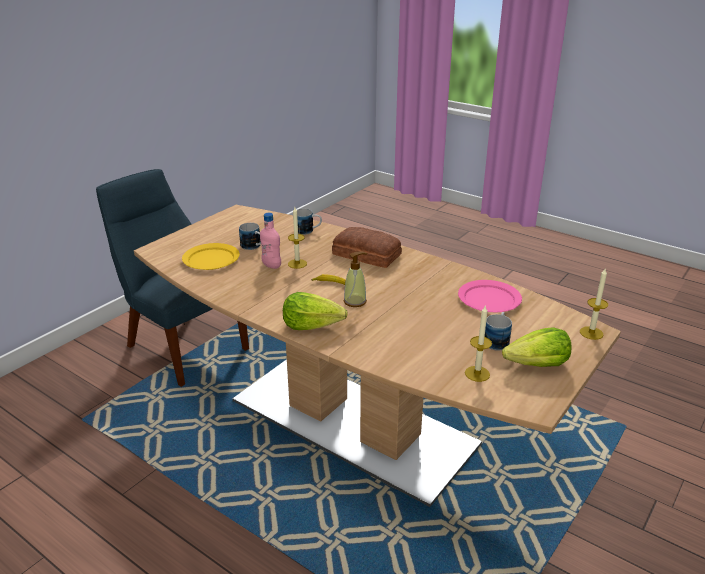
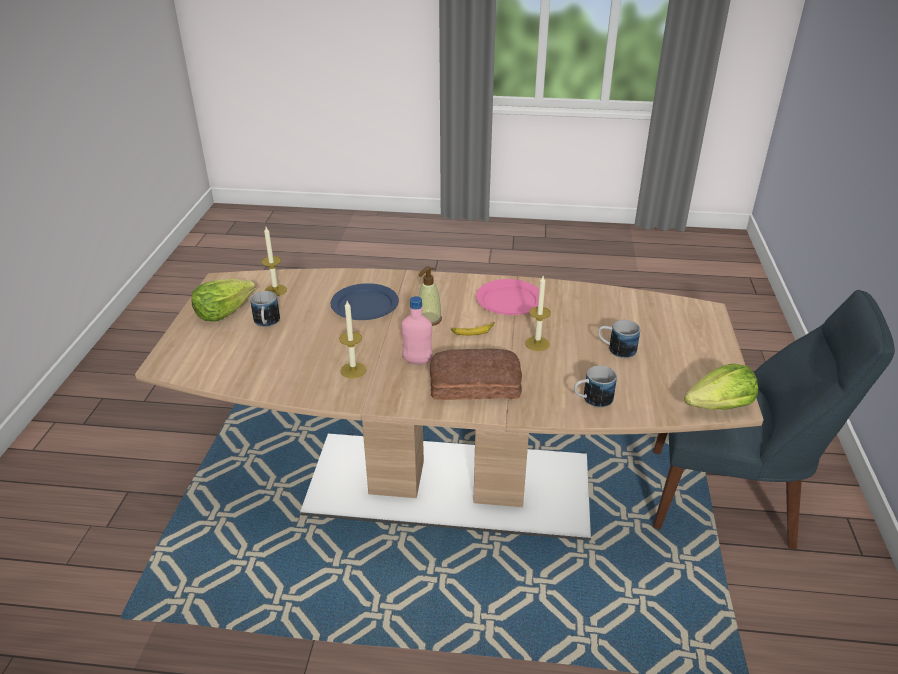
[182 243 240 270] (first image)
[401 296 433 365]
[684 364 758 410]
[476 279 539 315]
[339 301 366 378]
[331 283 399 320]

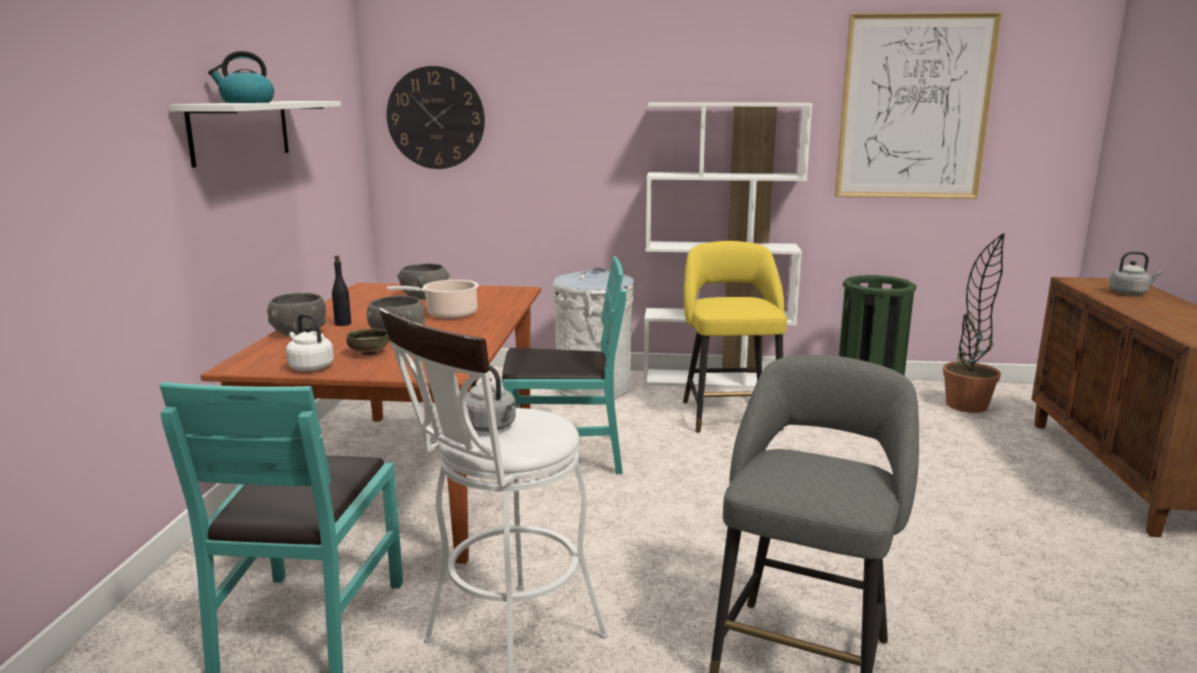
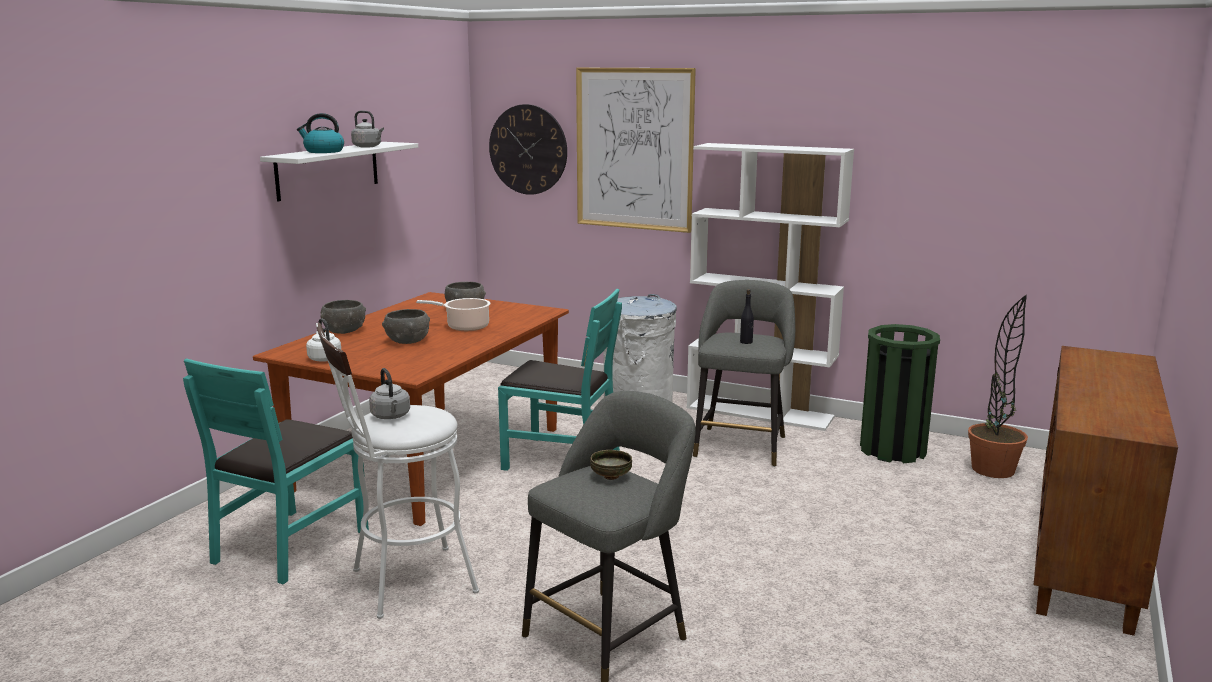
[740 289 754 344]
[590 450 632 480]
[693 280 795 467]
[576 68 696 233]
[351 110 384 148]

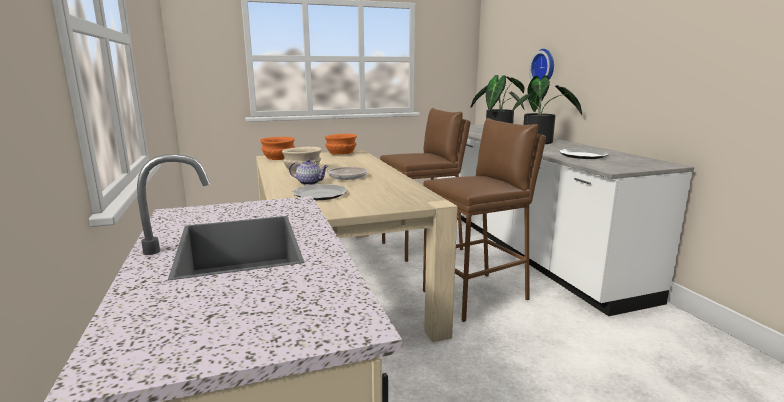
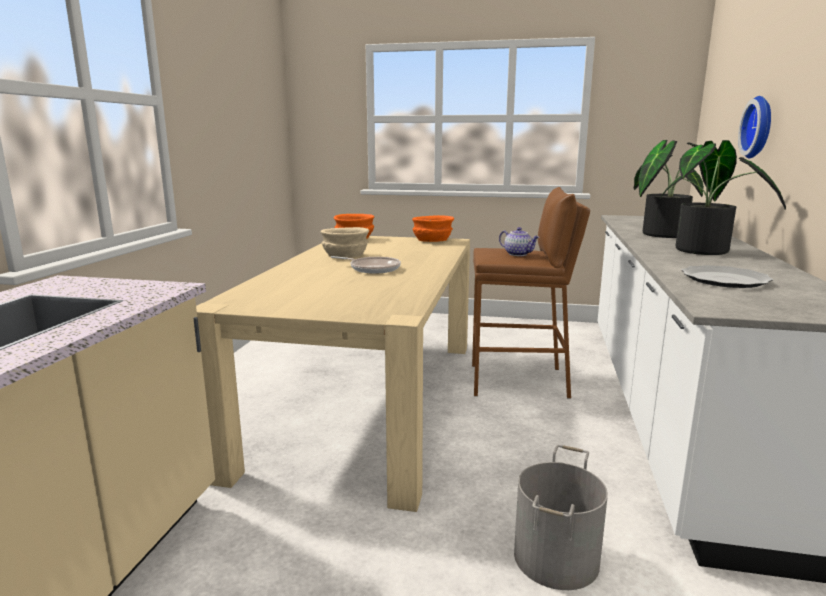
[499 227 539 256]
[293 184 348 200] (first image)
[423 118 546 322] (first image)
[514 445 608 590]

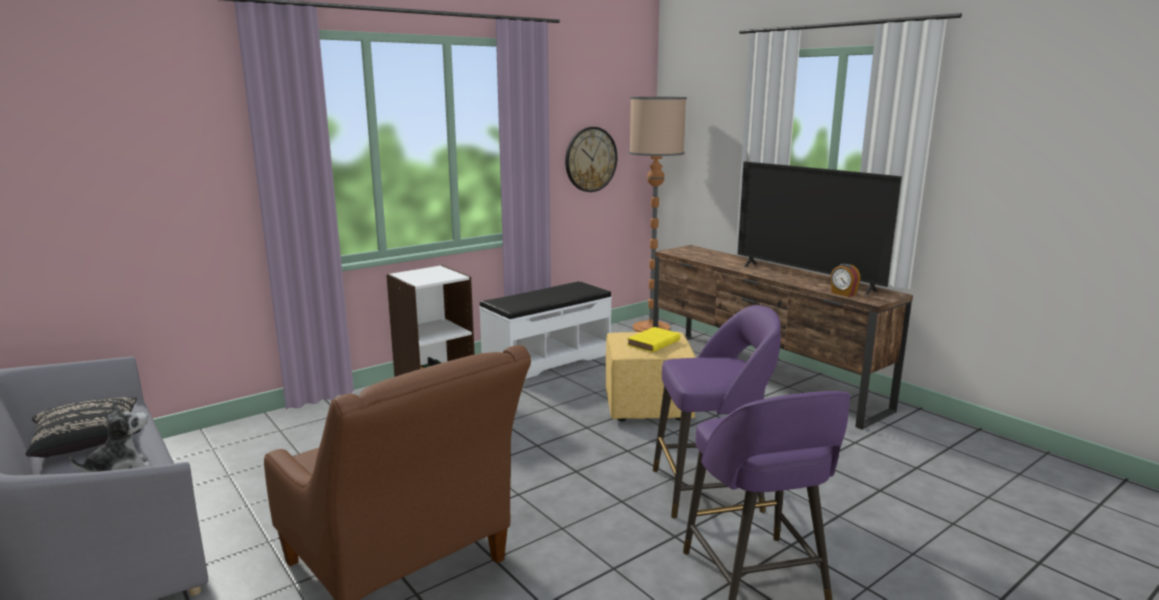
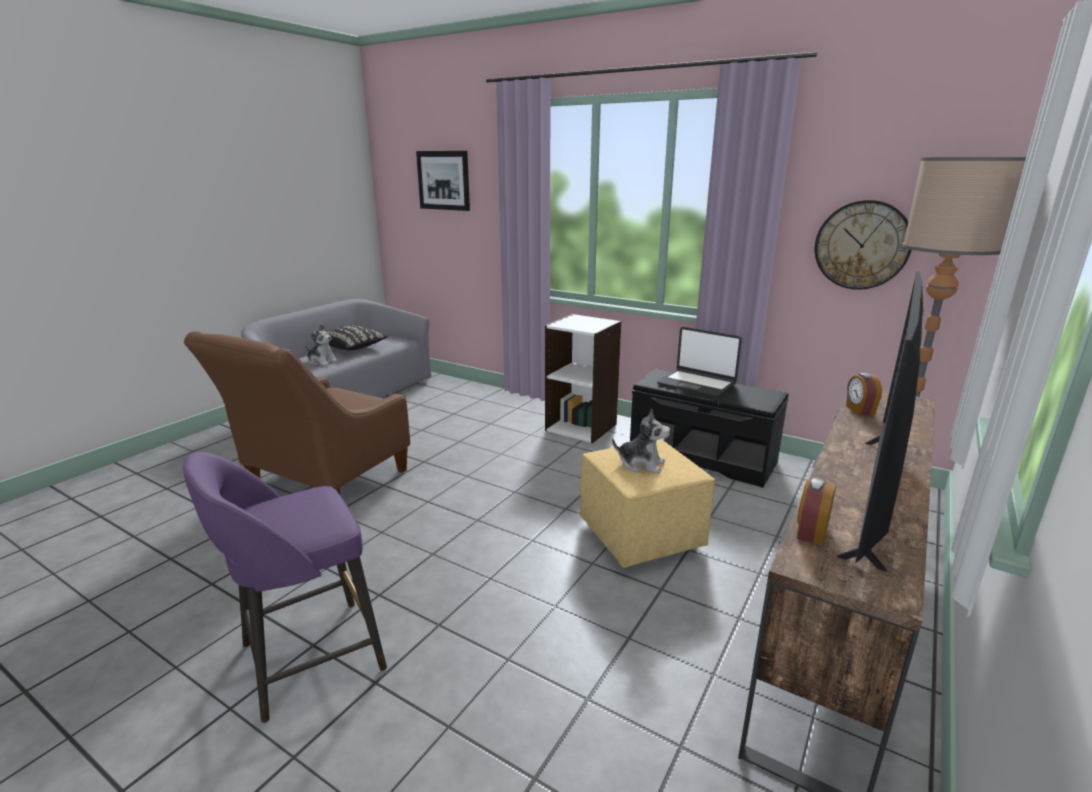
[630 369 789 488]
[612 409 670 473]
[653 305 781 519] (first image)
[416 151 470 211]
[657 327 742 397]
[846 373 882 416]

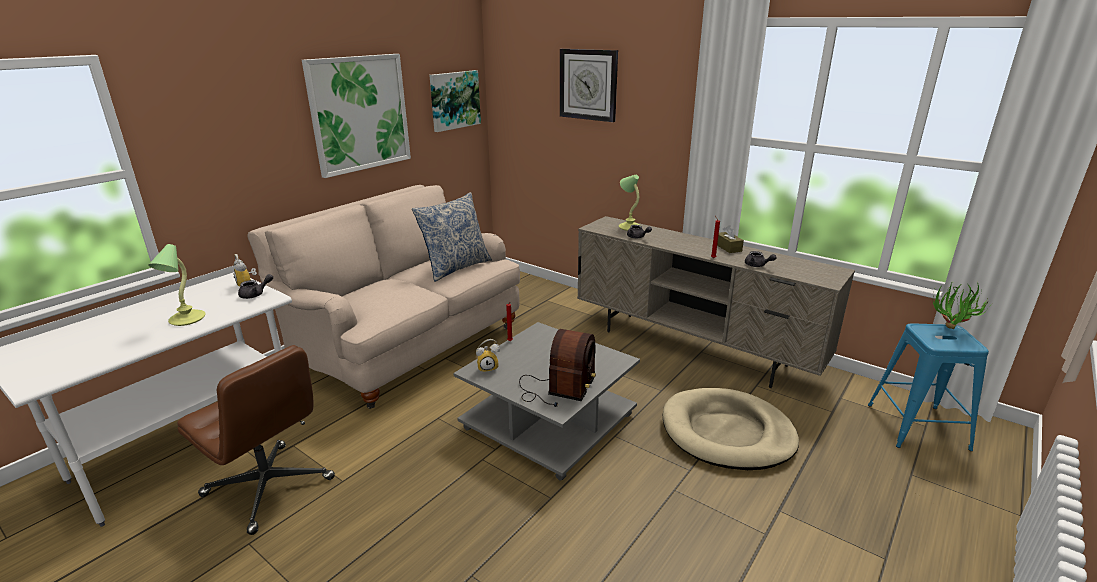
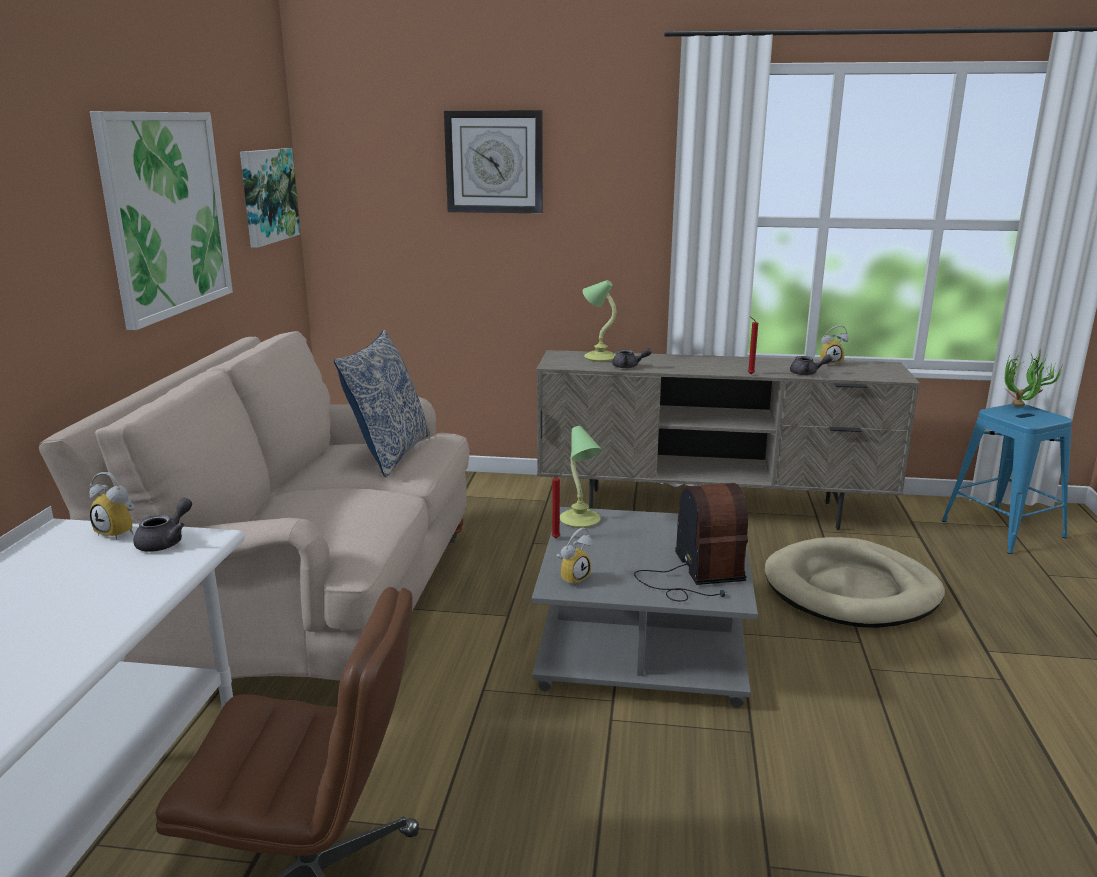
[560 426 602 528]
[717 225 744 253] (first image)
[820 325 849 365]

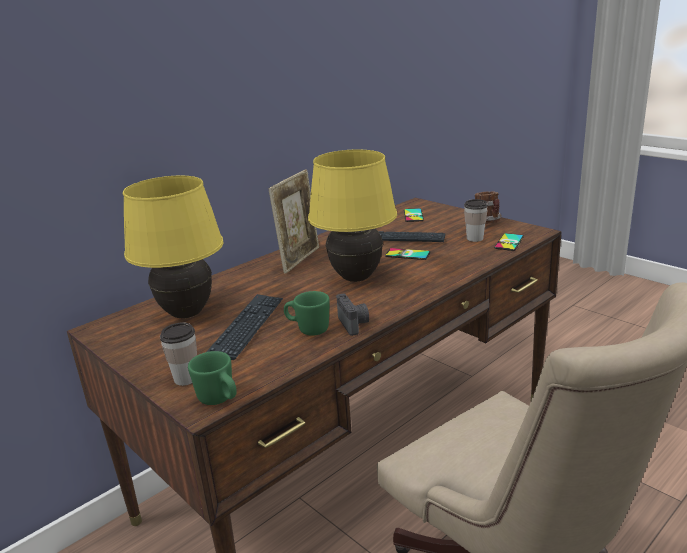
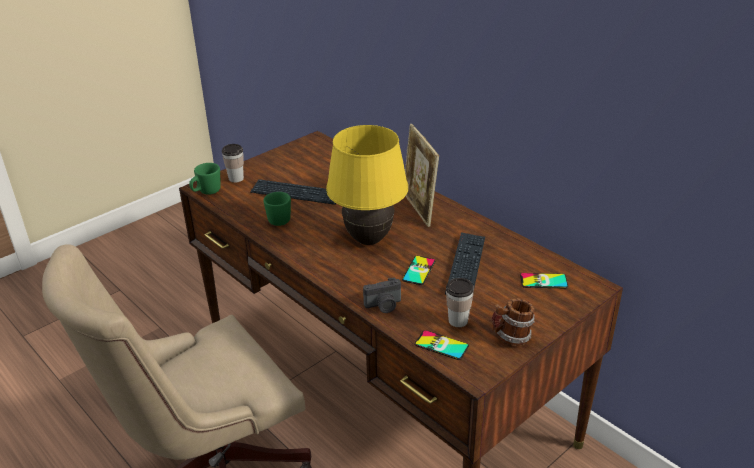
[123 175 224 318] (first image)
[405 124 439 227]
[363 278 401 313]

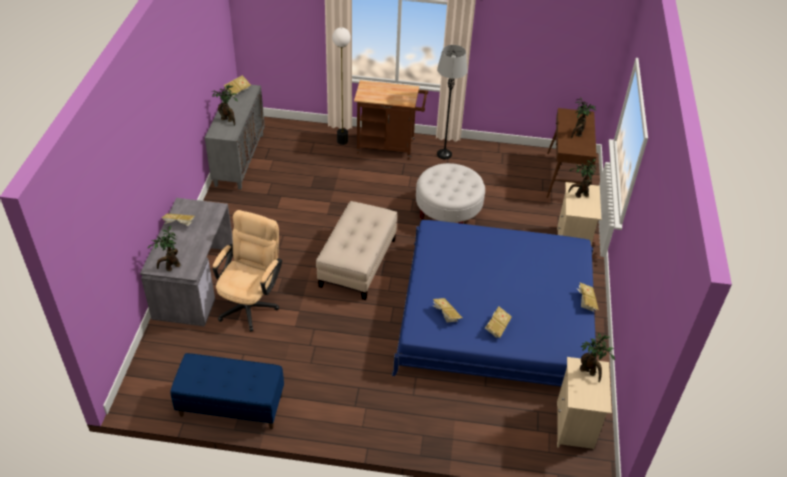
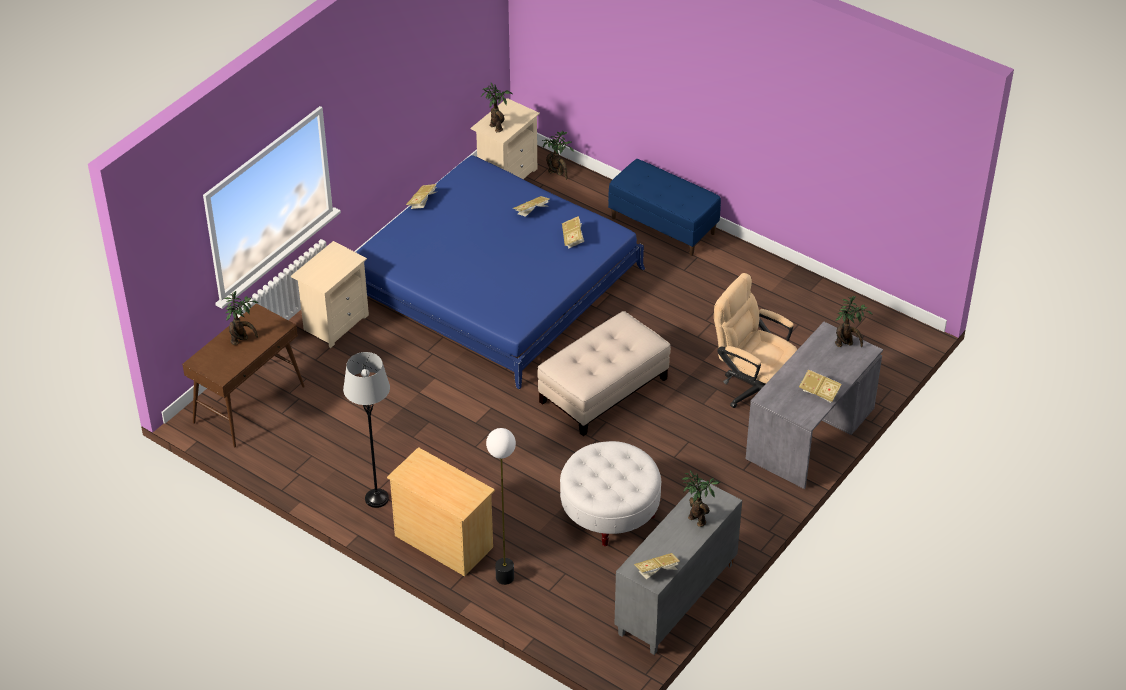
[608 159 721 256]
[714 273 797 408]
[387 447 495 576]
[560 441 661 546]
[542 131 574 180]

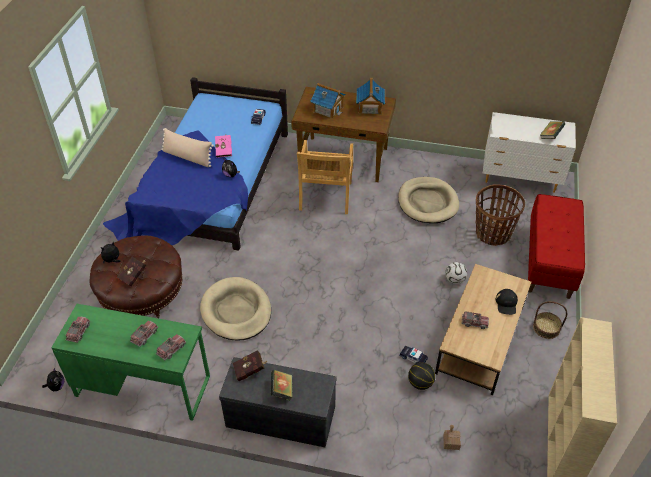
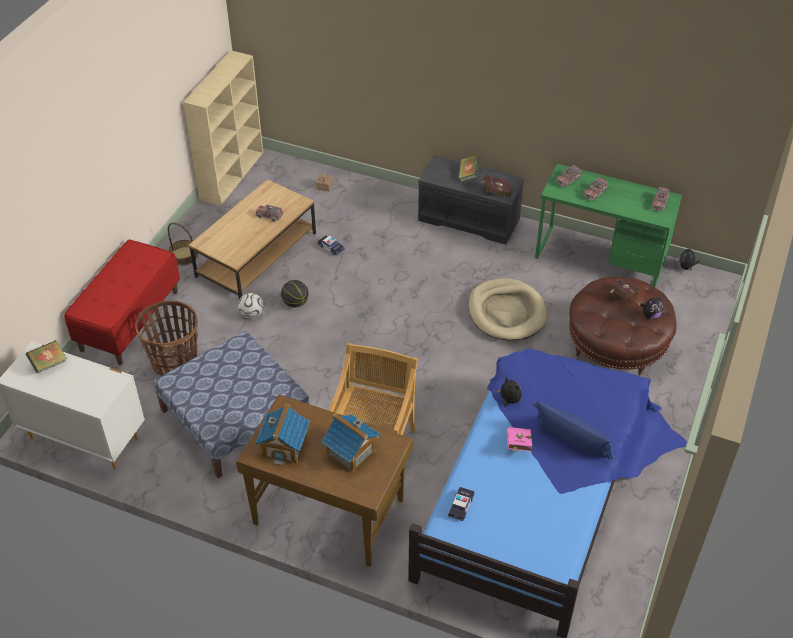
[533 402 614 459]
[153 331 309 478]
[281 280 309 307]
[496 289 518 315] (first image)

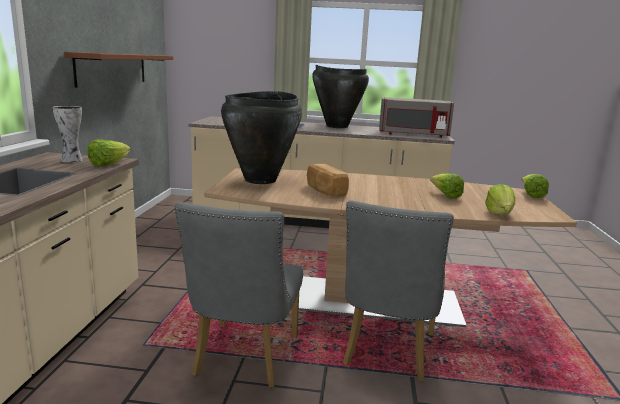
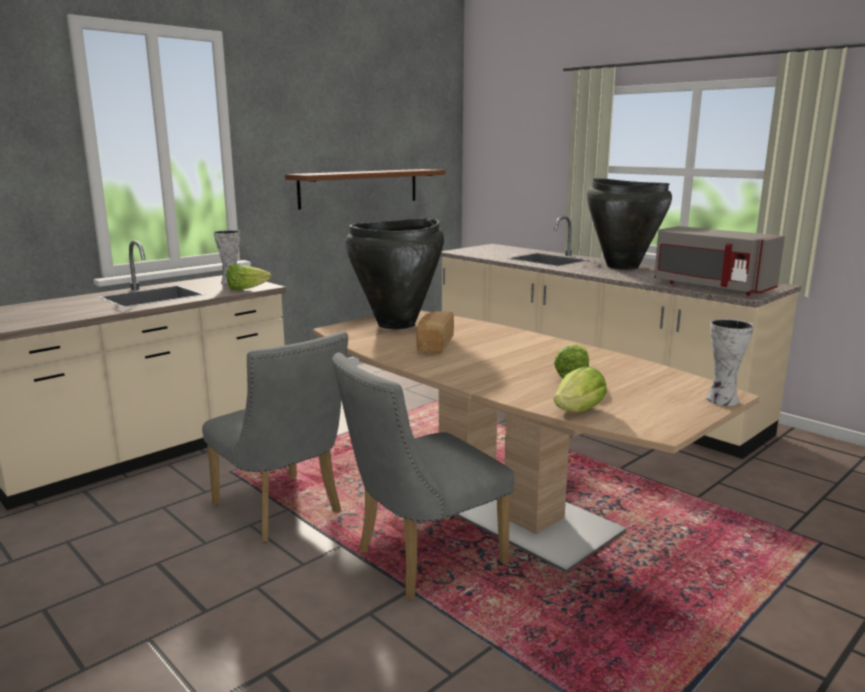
[202 331 348 542]
[706 319 754 406]

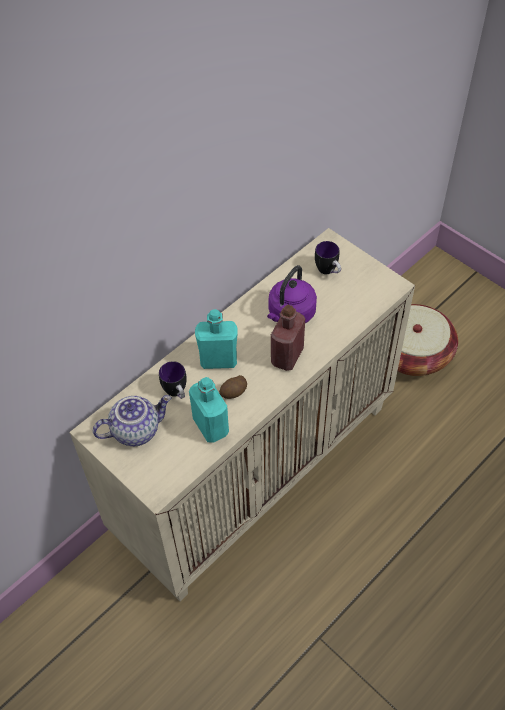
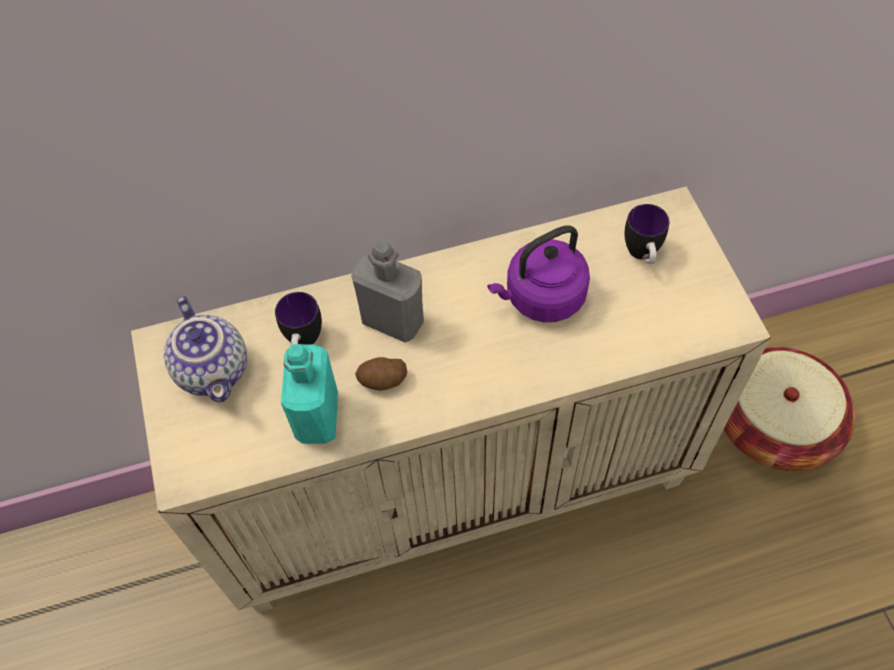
[164 296 247 402]
[351 241 424 343]
[271 305 305 371] (first image)

